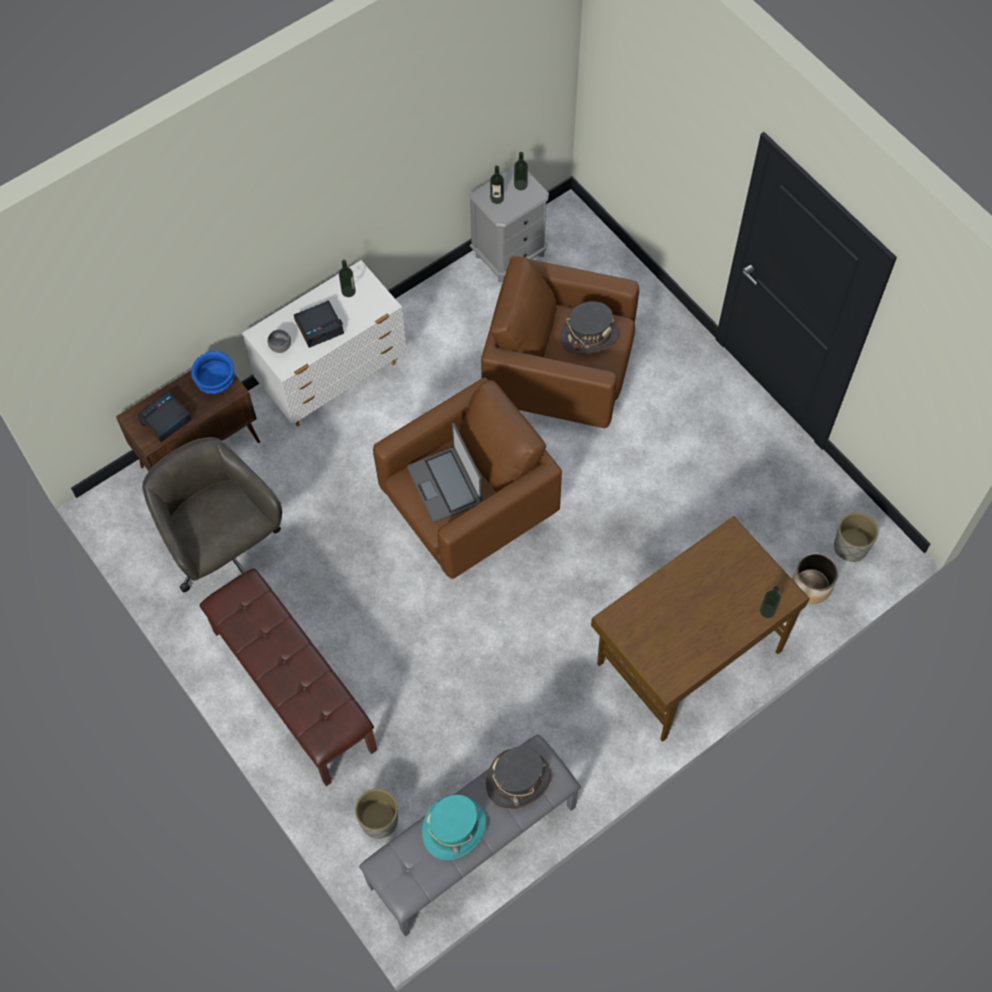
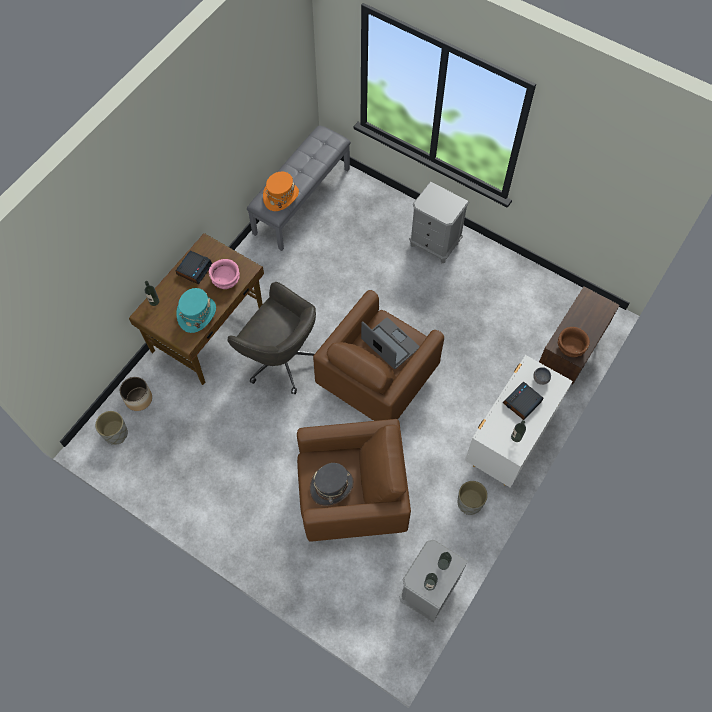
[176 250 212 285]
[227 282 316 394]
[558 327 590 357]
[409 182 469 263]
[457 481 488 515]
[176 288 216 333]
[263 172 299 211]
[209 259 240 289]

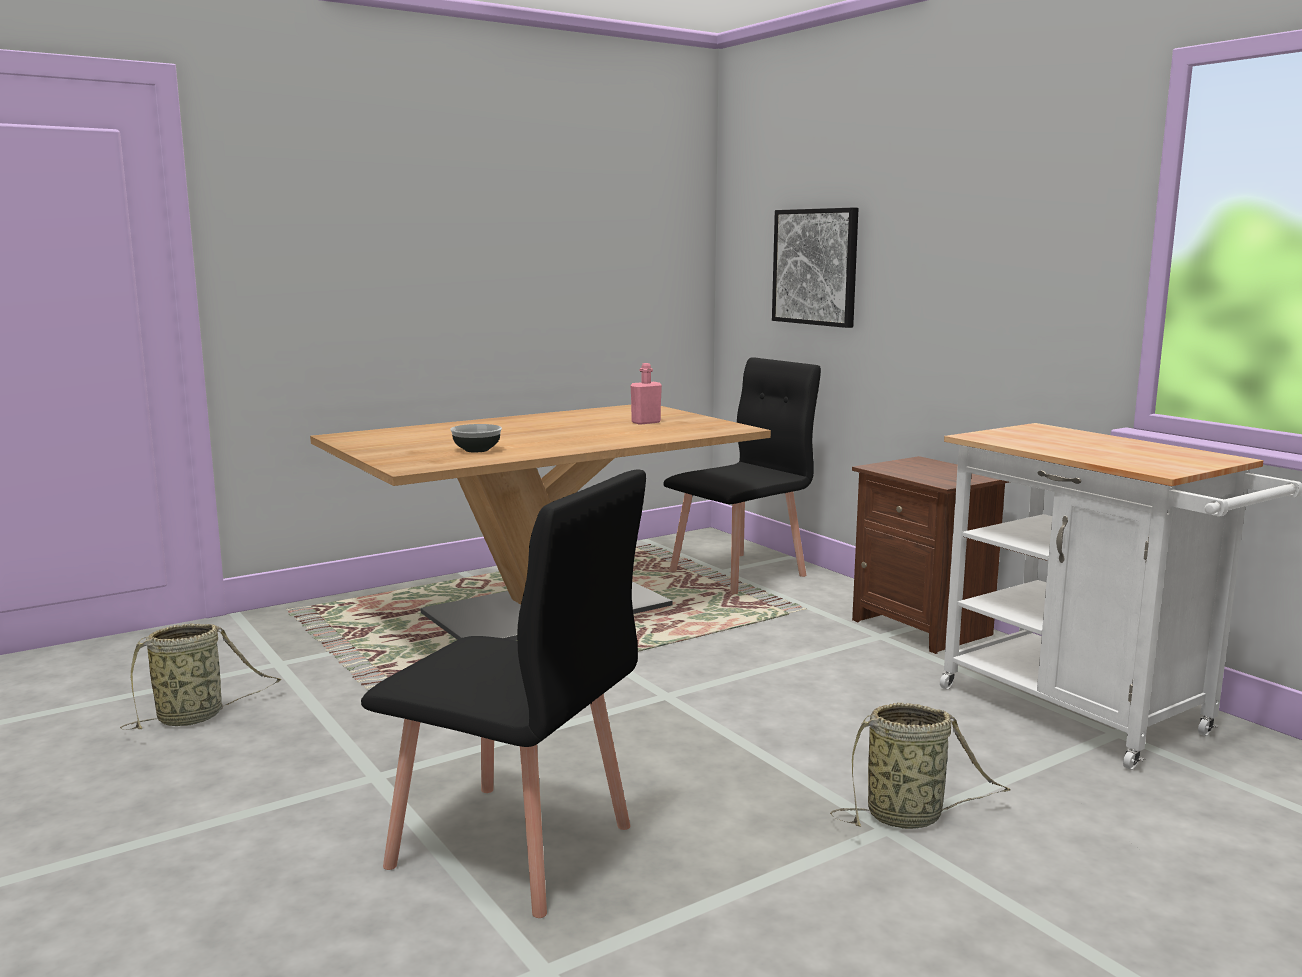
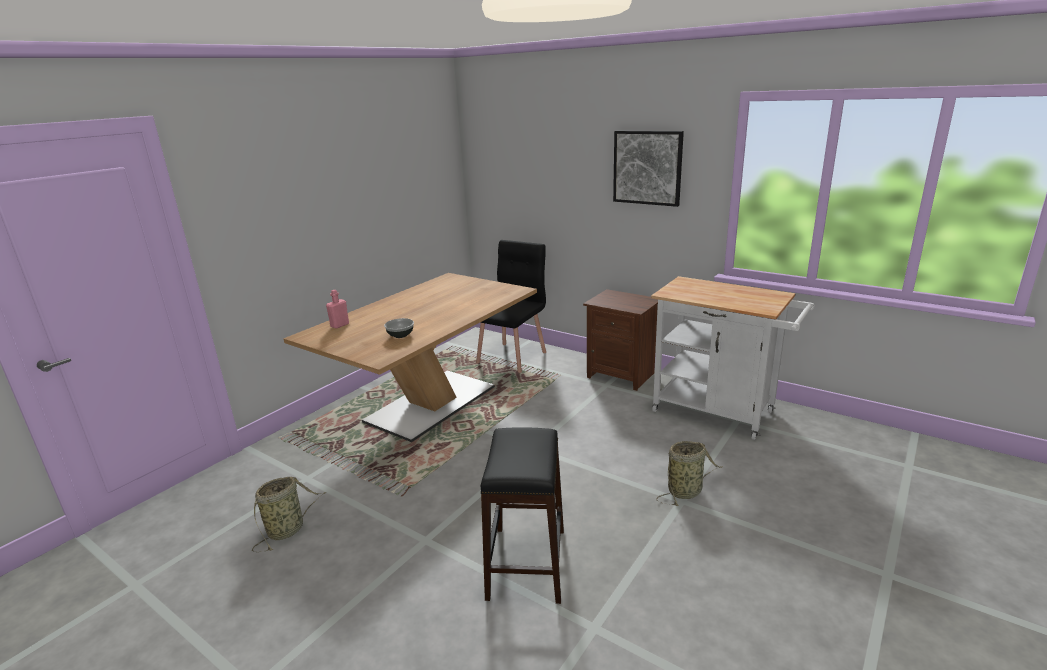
[481 427 564 604]
[326 290 349 329]
[613 131 684 207]

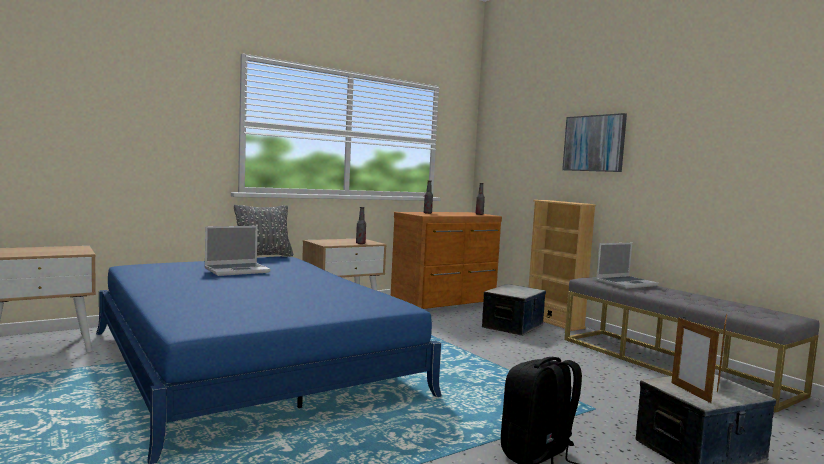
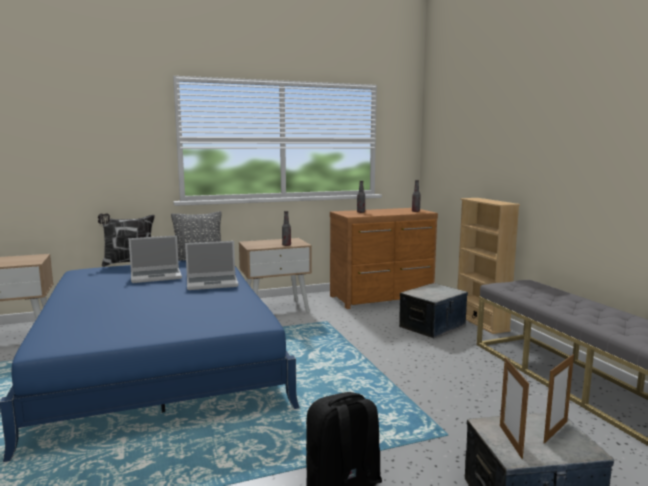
[562 113 627 172] (first image)
[185 241 239 290]
[98 213 155 267]

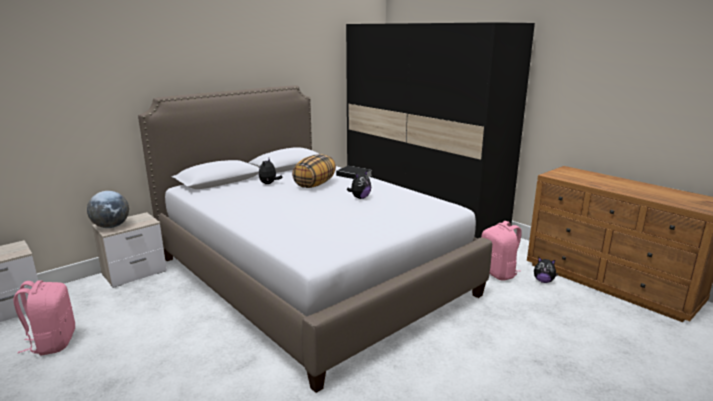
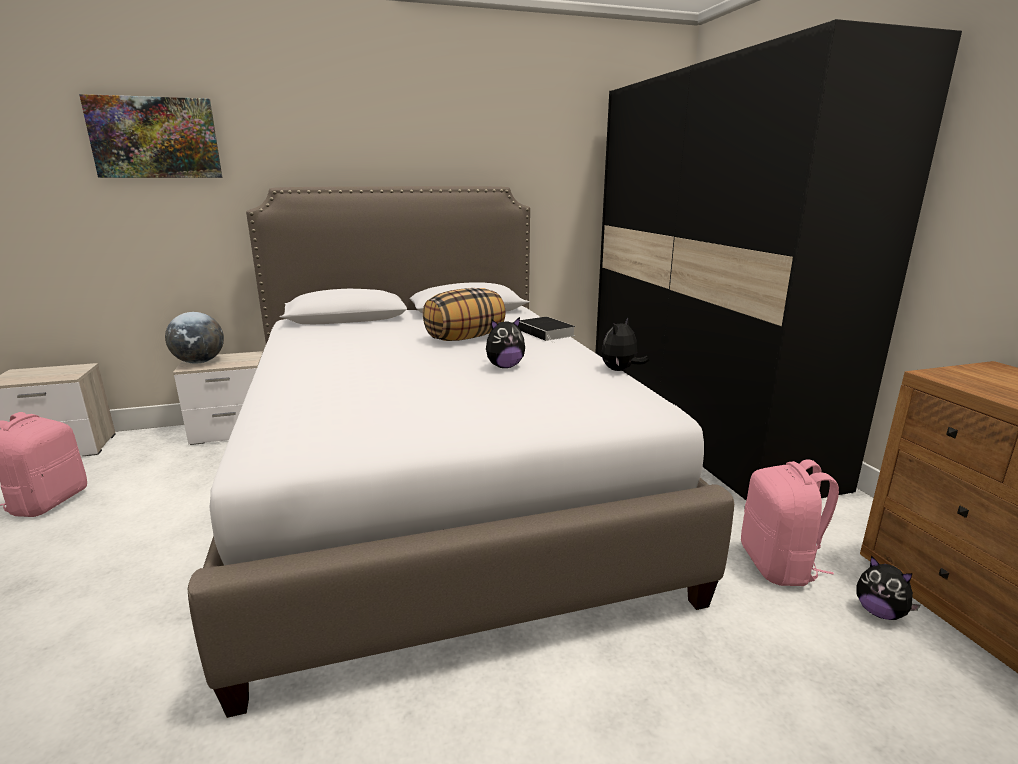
[602 317 649 371]
[79 94 222 178]

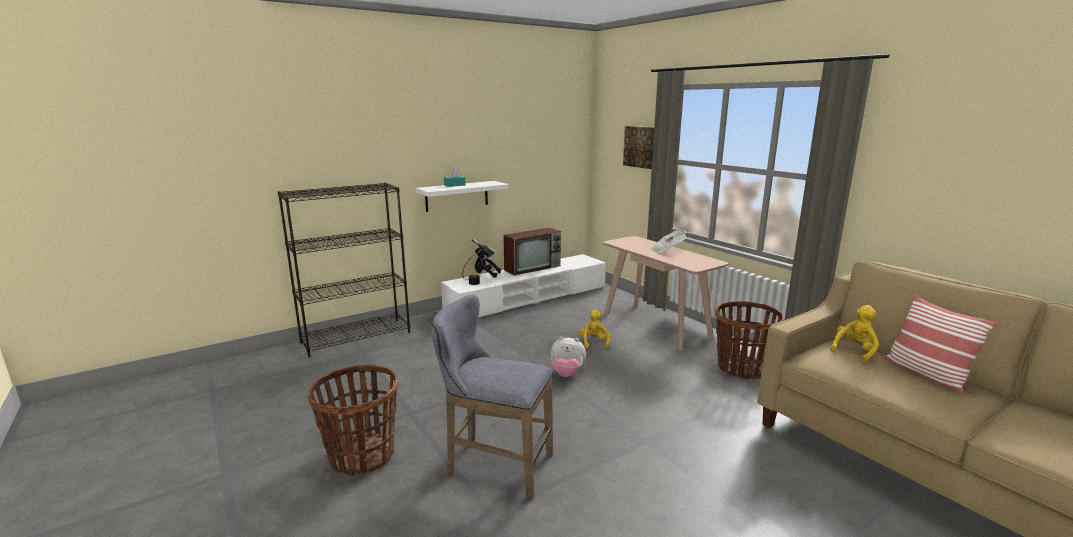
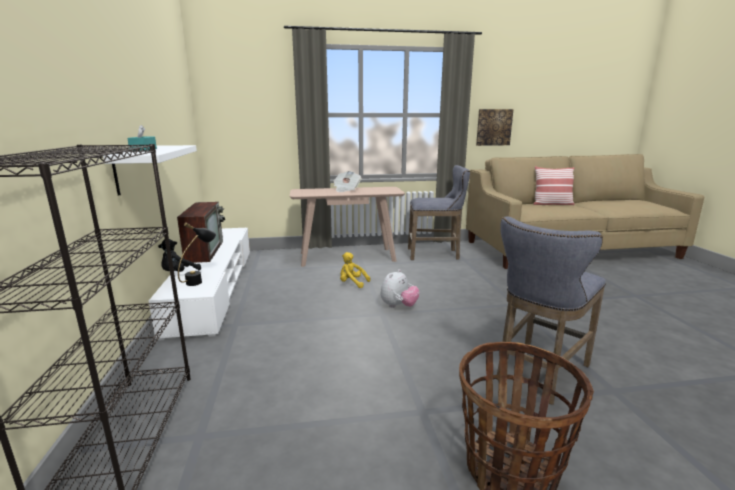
[476 109 513 146]
[408 165 470 260]
[830 305 879 364] (first image)

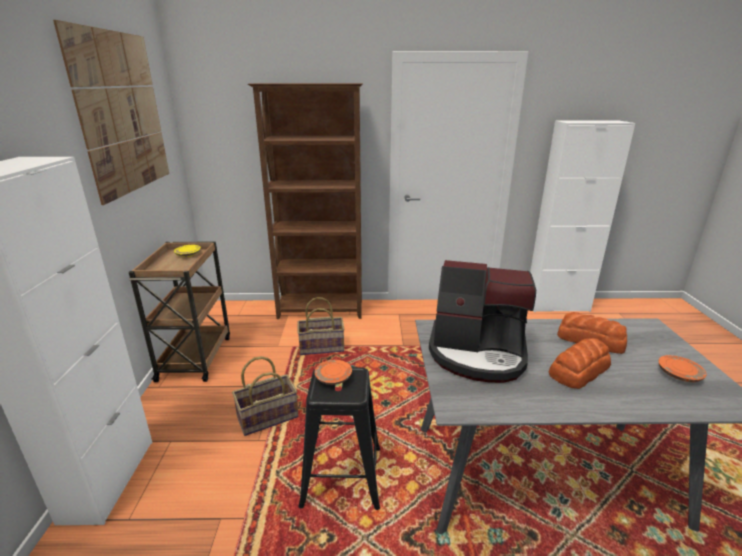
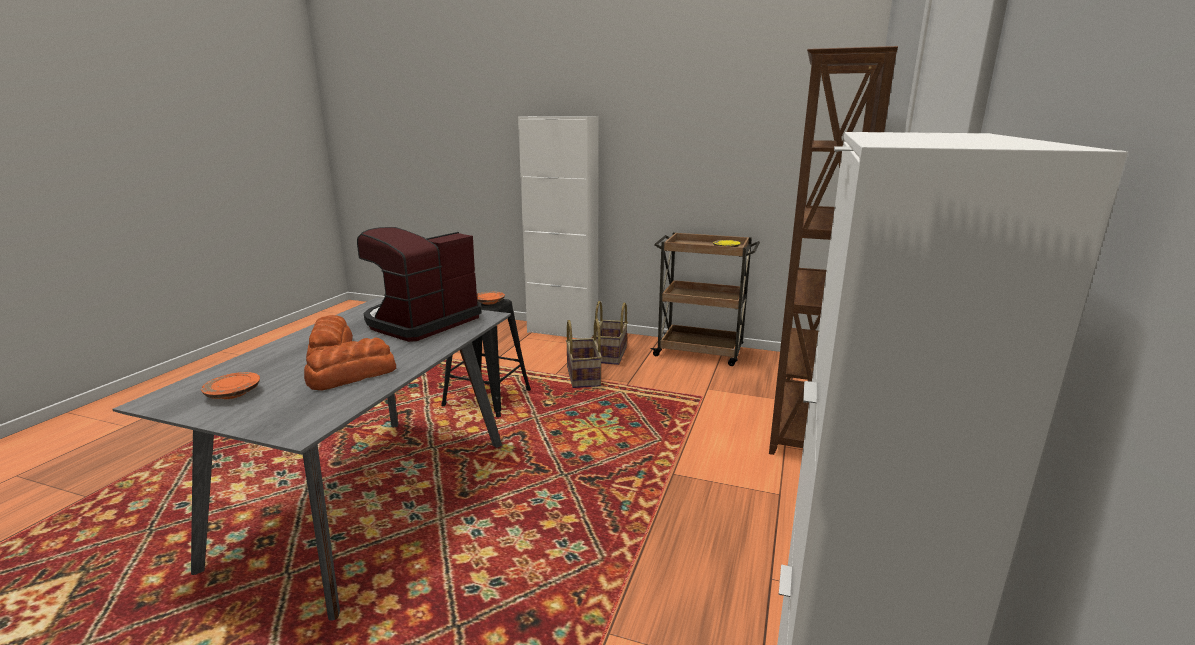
[53 20 169 205] (first image)
[593 301 628 365]

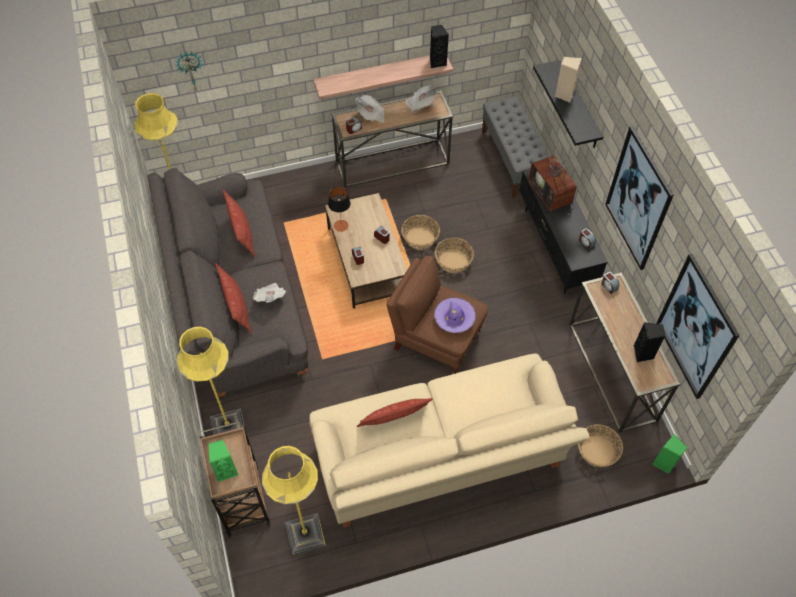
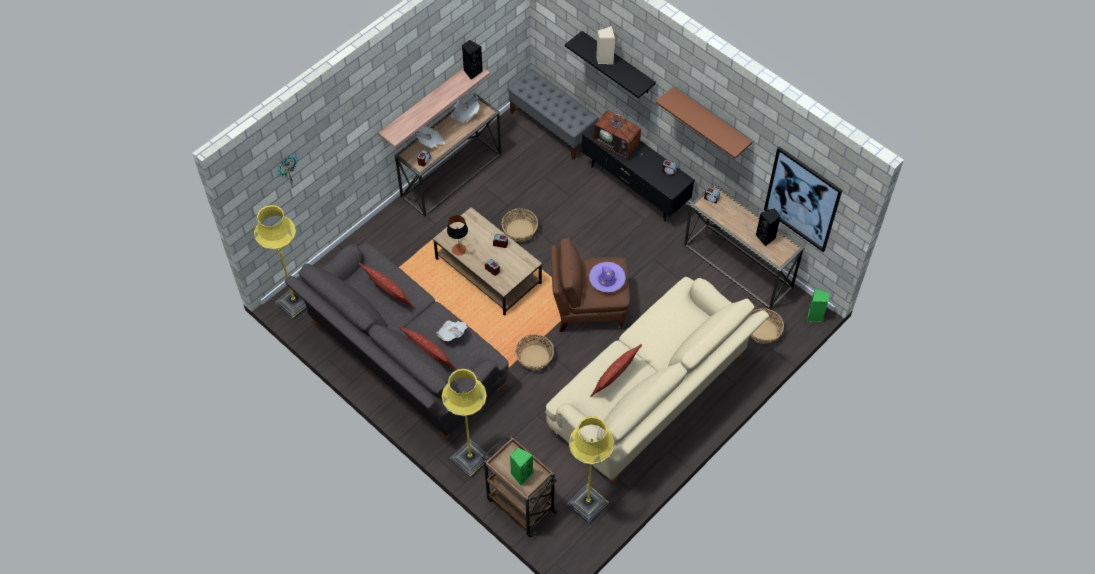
[515 334 554 370]
[656 87 752 159]

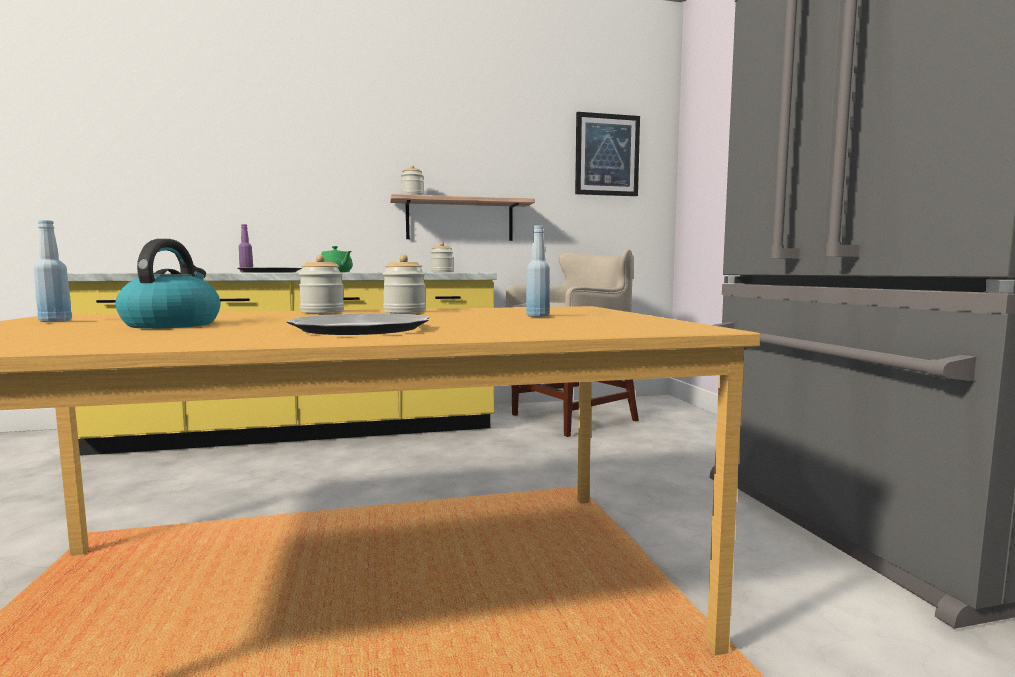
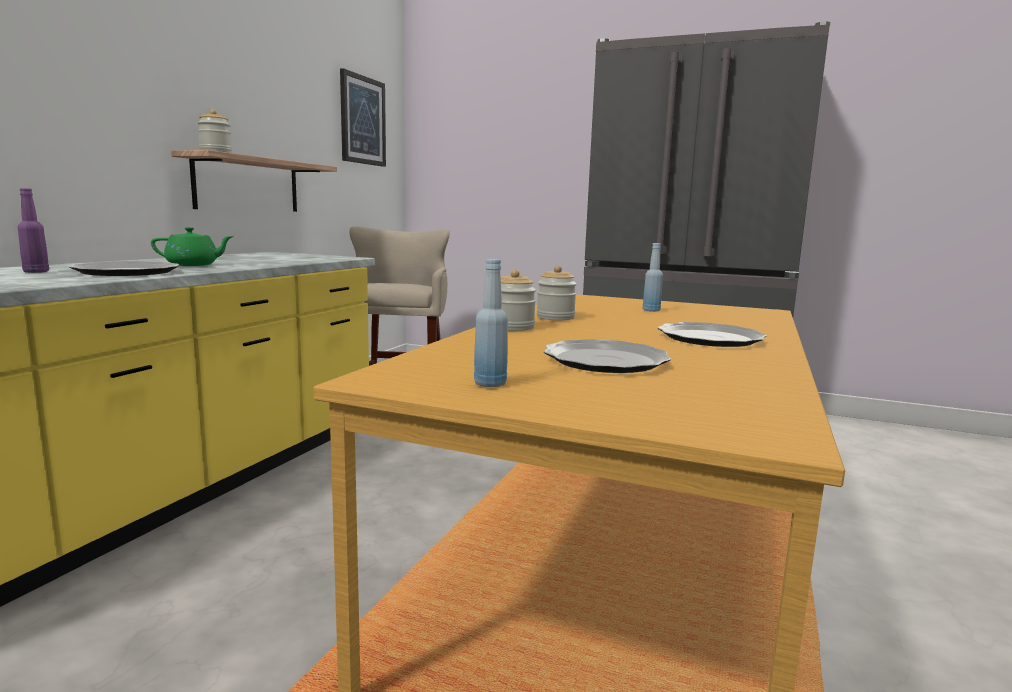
[544 339 671 373]
[431 242 453 272] (first image)

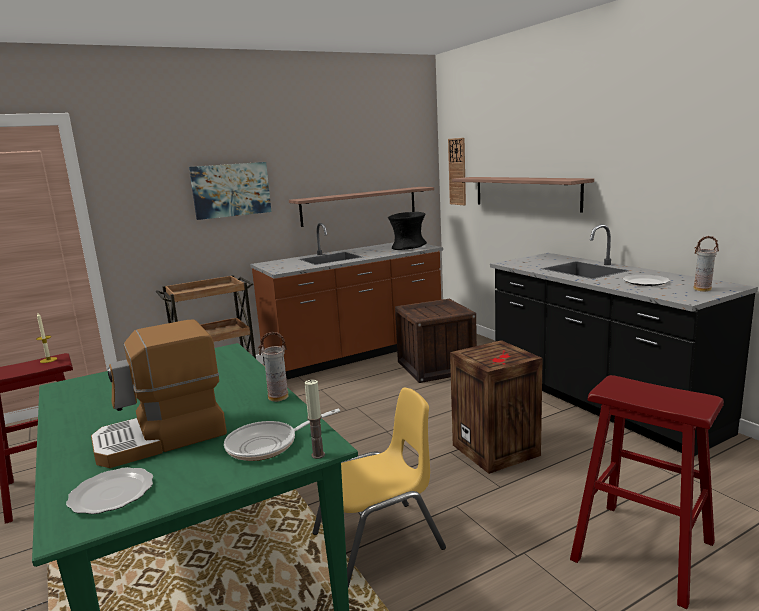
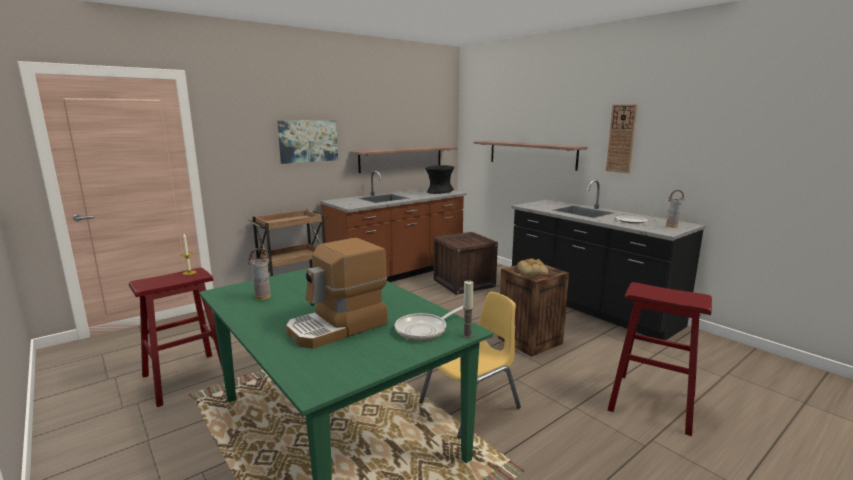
[66 467 153 514] (first image)
[248 248 271 300]
[606 104 638 173]
[517 258 548 276]

